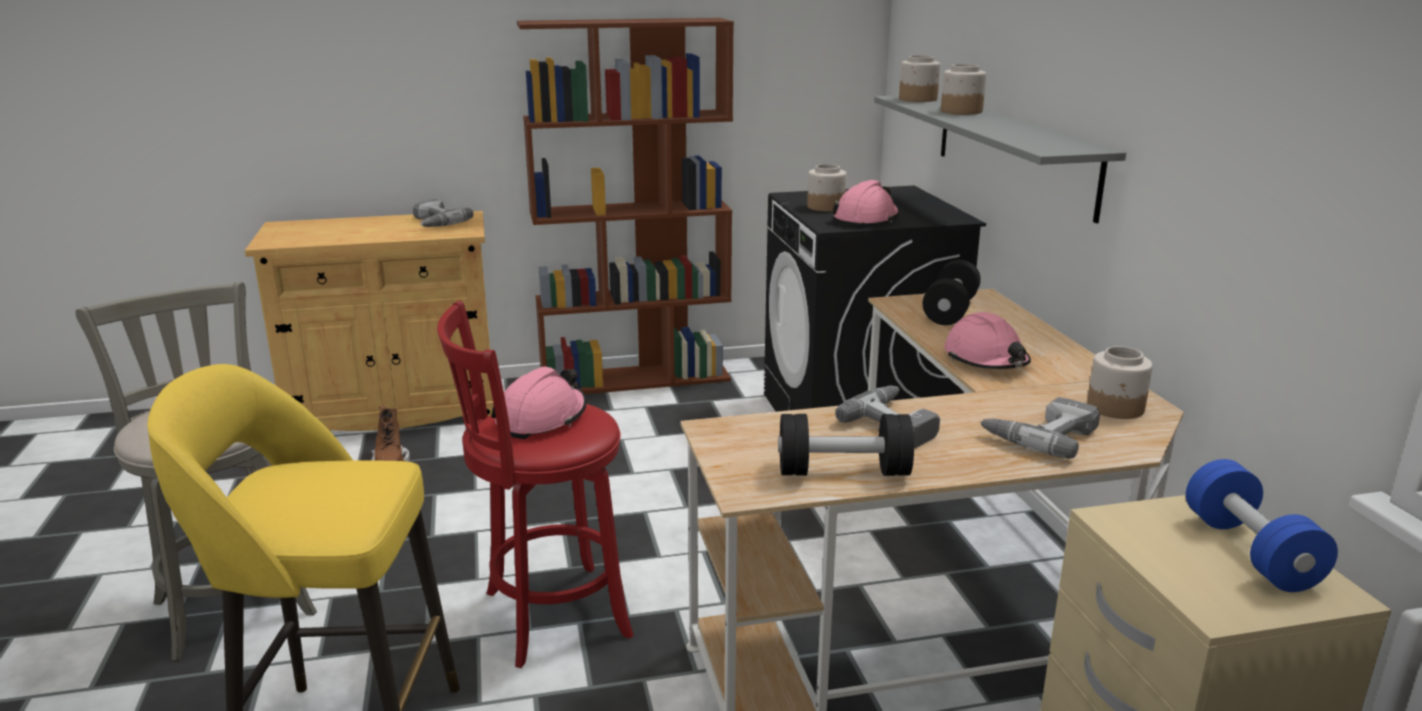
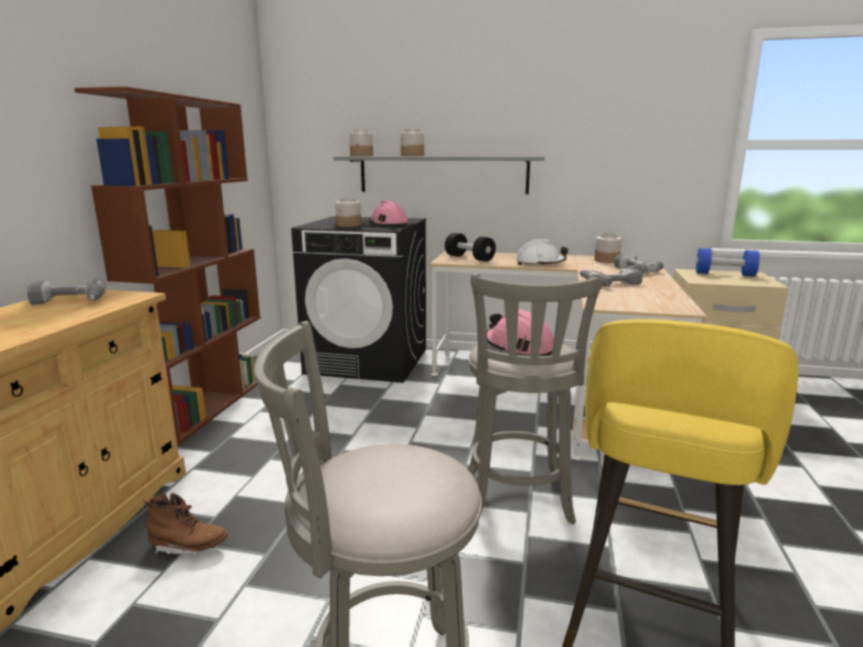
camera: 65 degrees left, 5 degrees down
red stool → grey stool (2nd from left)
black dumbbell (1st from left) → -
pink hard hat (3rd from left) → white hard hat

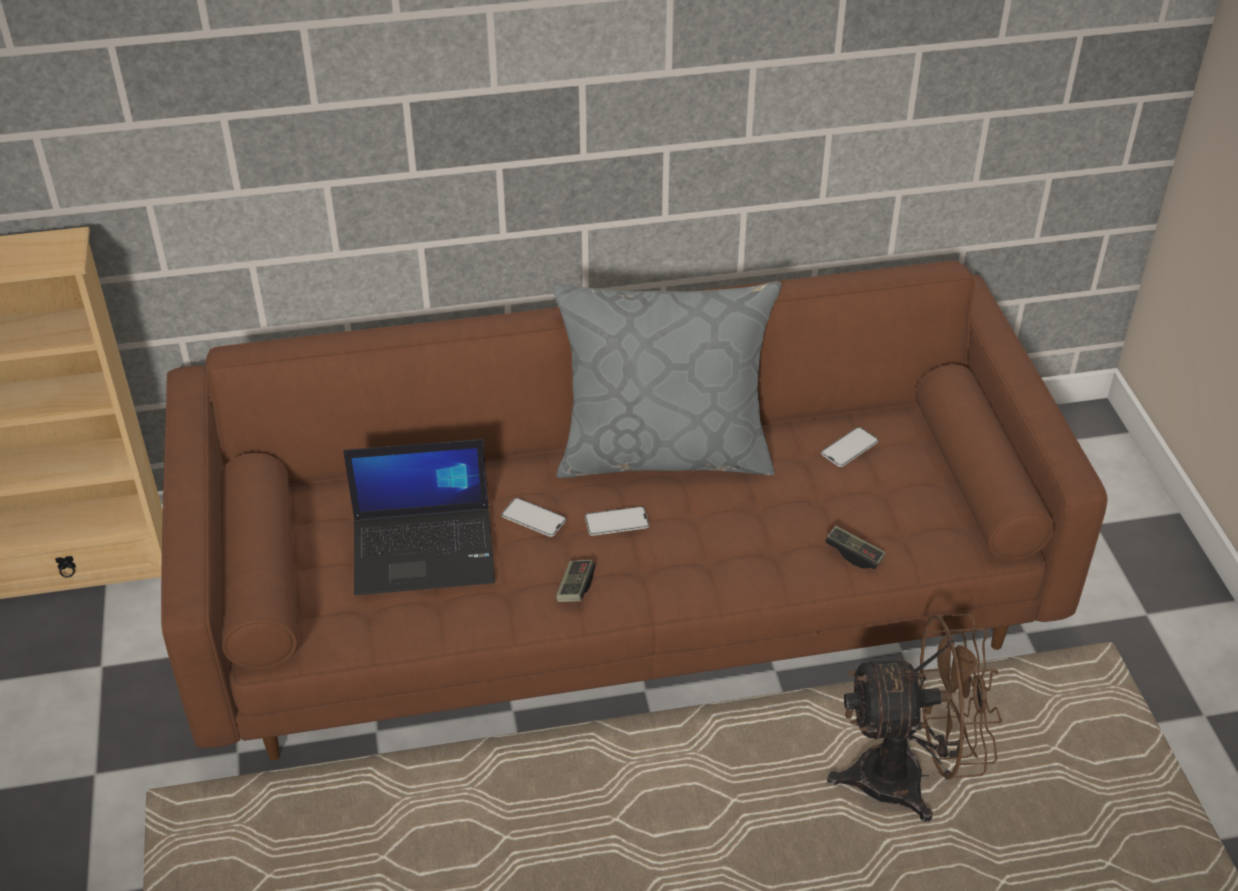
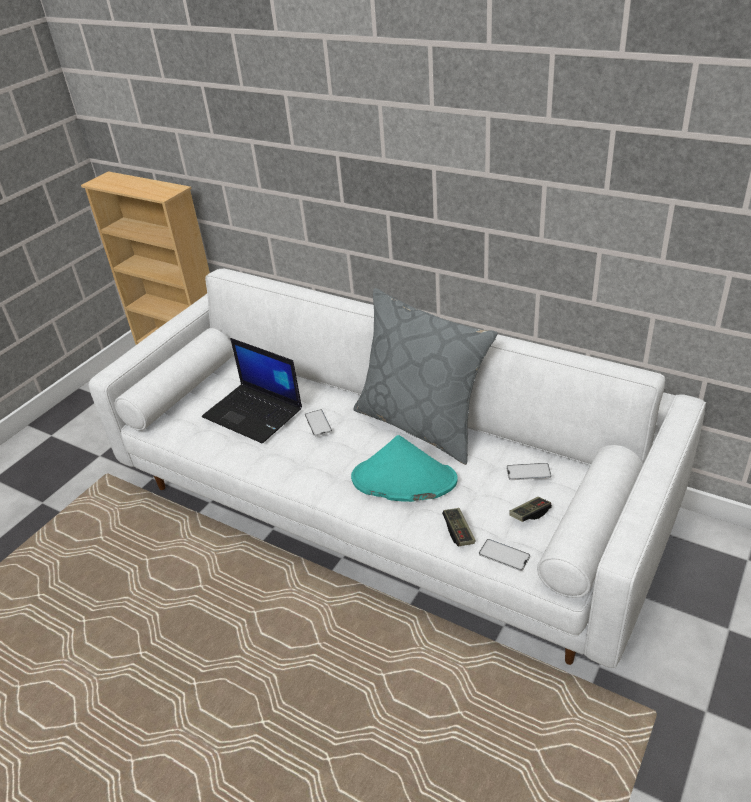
camera: 45 degrees right, 5 degrees down
brown sofa → white sofa
game controller (1st from left in the first image) → game controller (2nd from left), move
phone (2nd from left), move
brown fan → -
- → turquoise hat

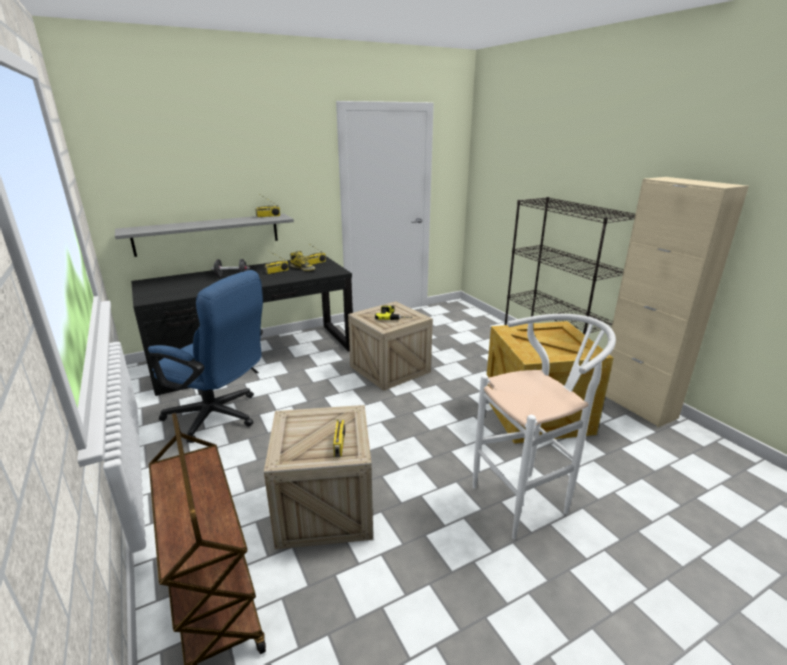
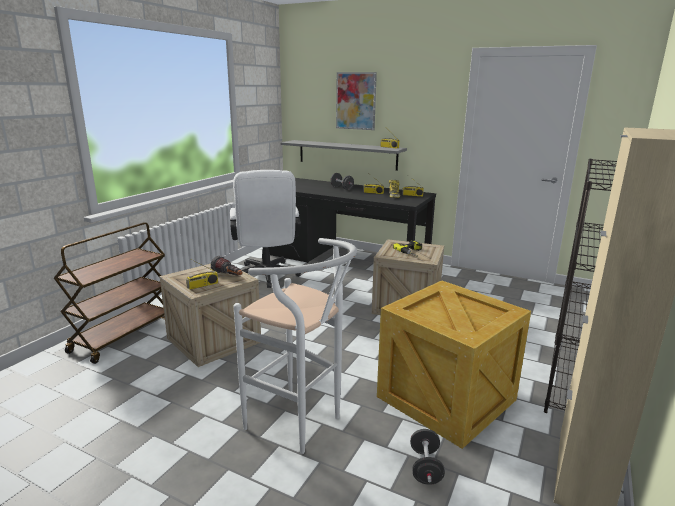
camera: 55 degrees right, 5 degrees down
blue office chair → white office chair
- → flashlight
- → picture
- → black dumbbell (2nd from left)

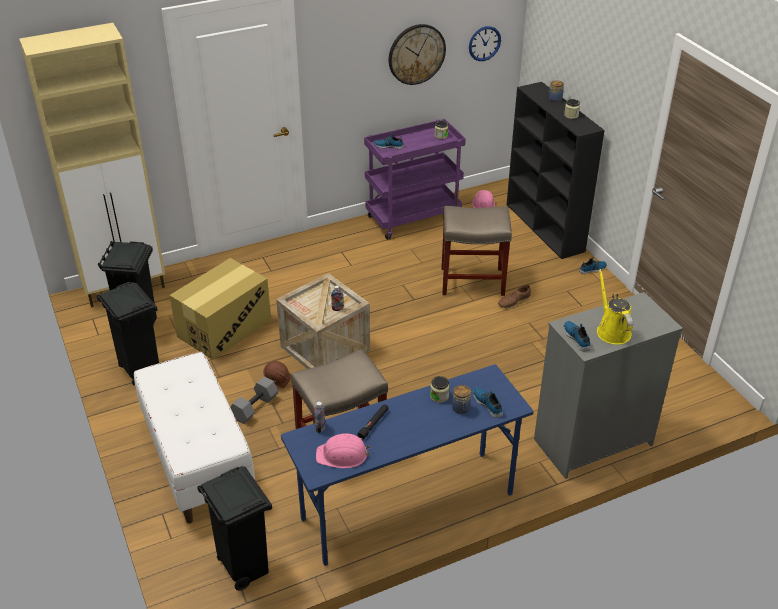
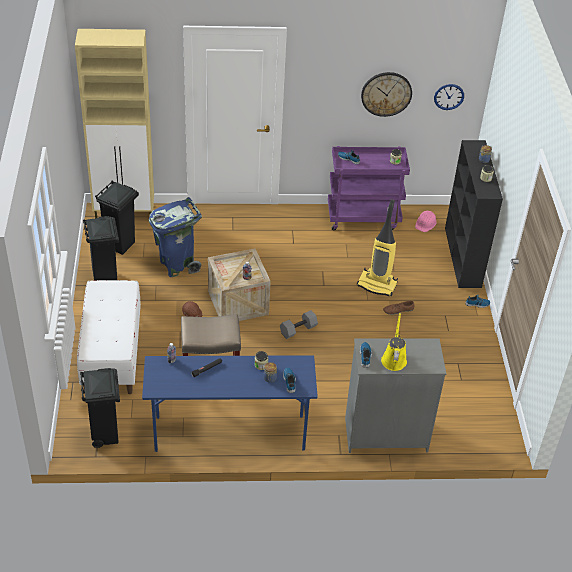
camera: 20 degrees right, 5 degrees up
cardboard box → blue trash can
grey dumbbell, move
pink hard hat (1st from left) → -
beige stool (2nd from left) → vacuum cleaner

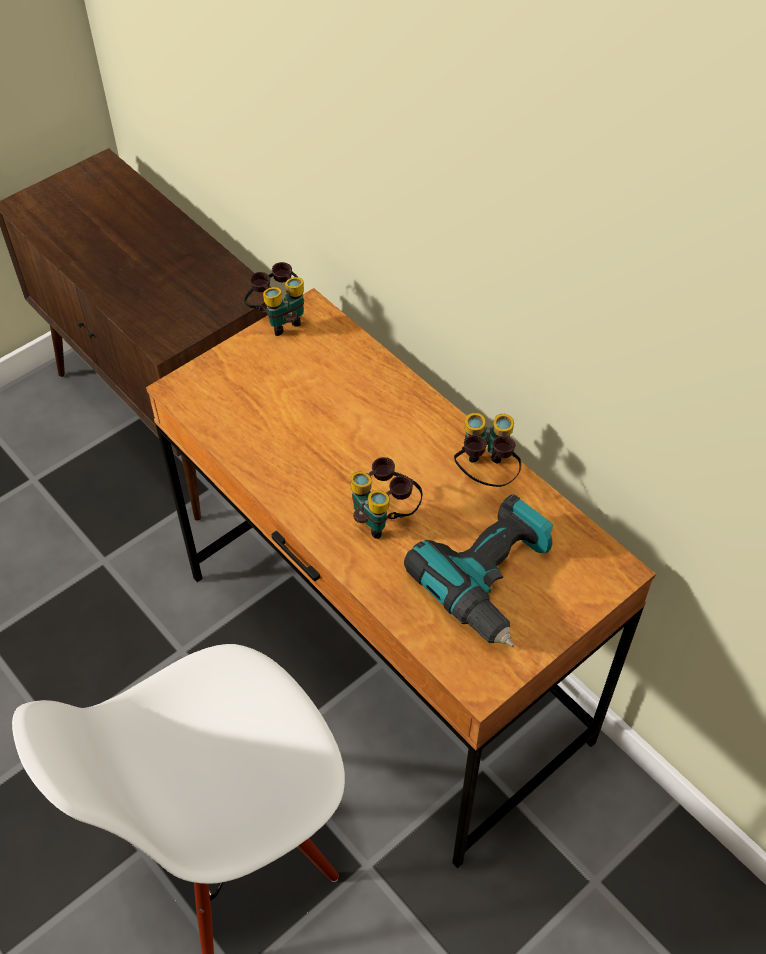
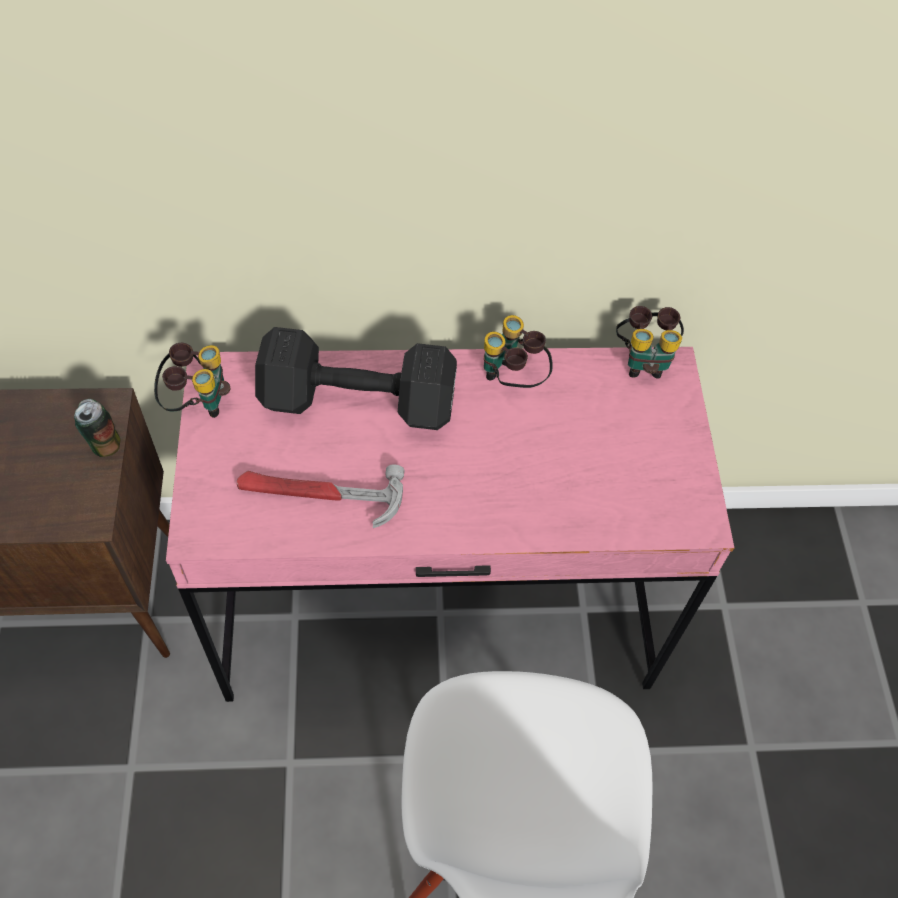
camera: 55 degrees left, 5 degrees up
brown desk → pink desk
binoculars (2nd from left in the first image) → binoculars (3rd from left), move
power drill → -
- → can
- → hammer
- → black dumbbell

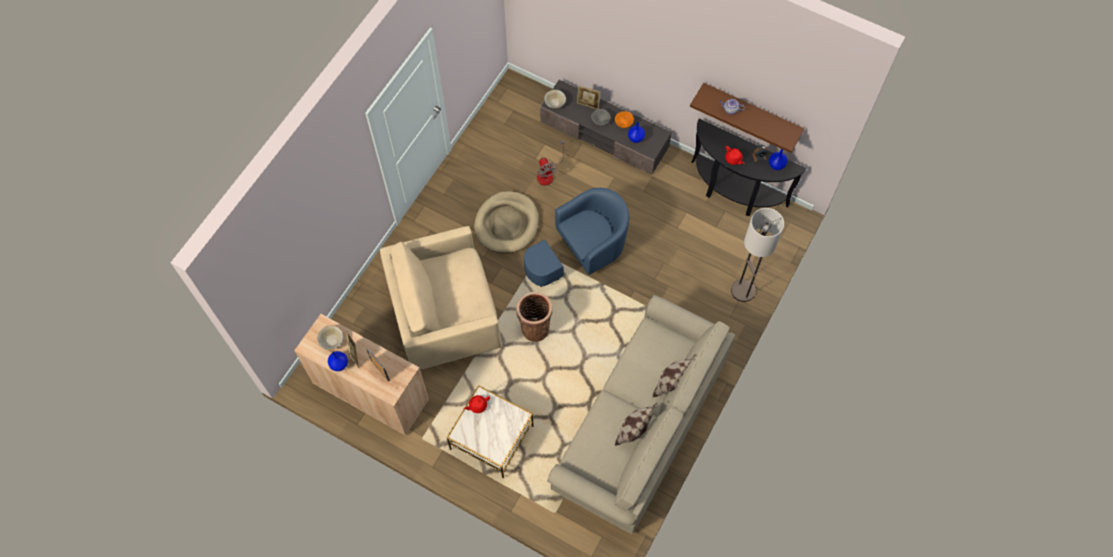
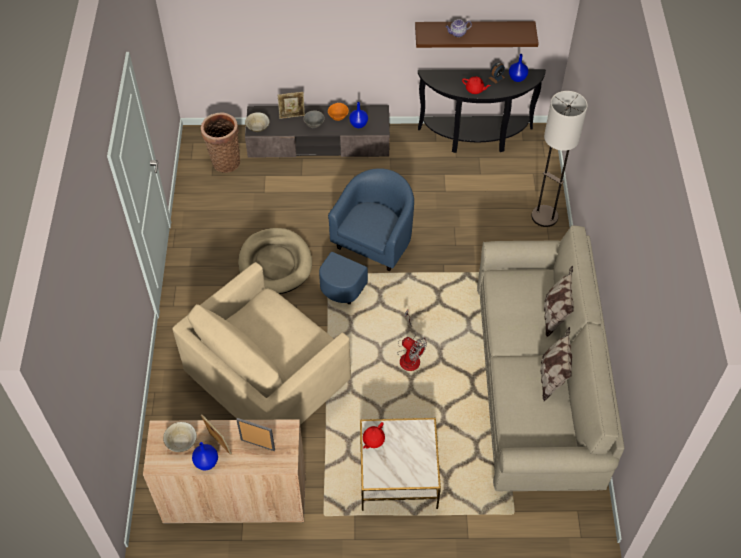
camera: 30 degrees left, 10 degrees down
basket, move
fan, move

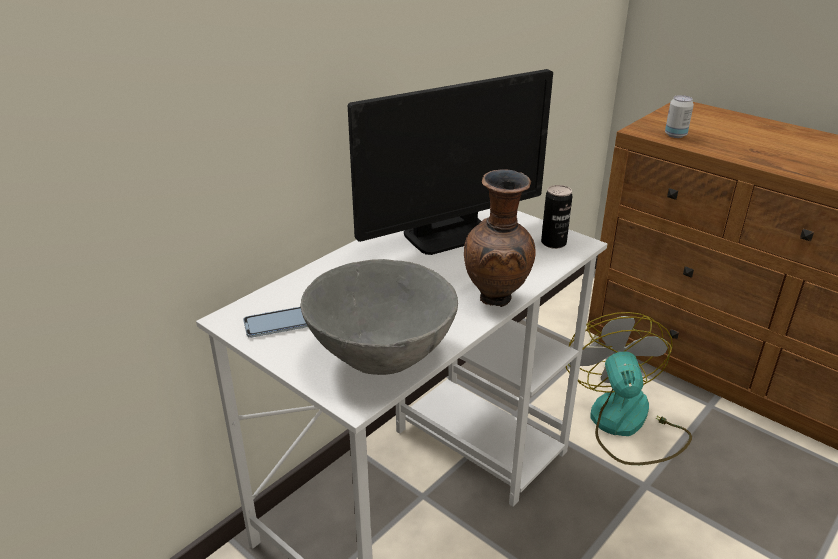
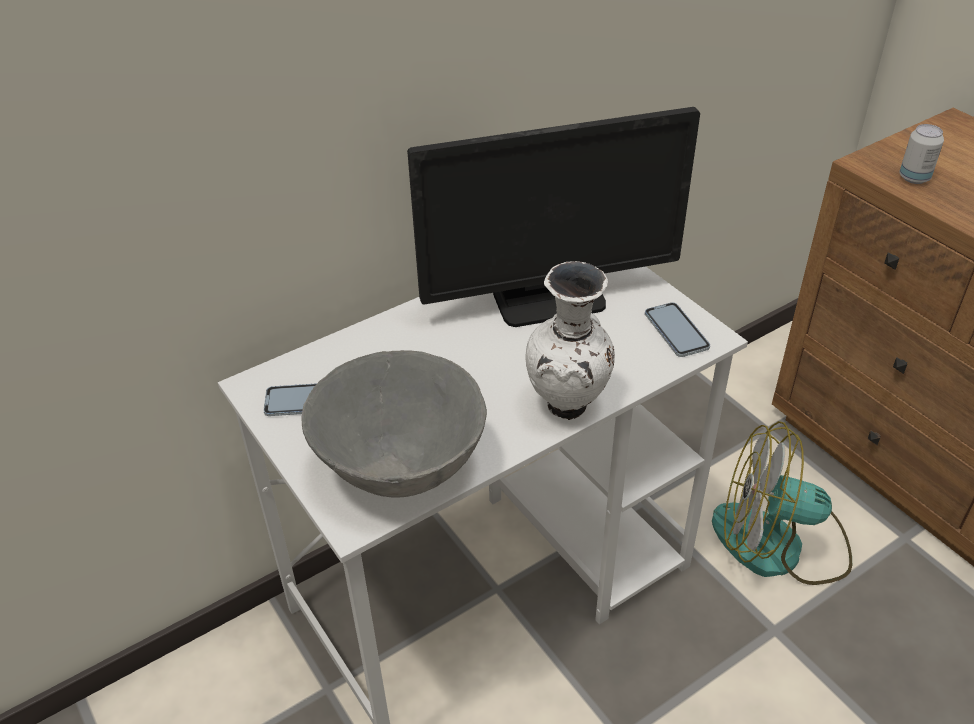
camera: 15 degrees right, 10 degrees up
brown vase → white vase
can (1st from left) → phone (2nd from left)
fan, 90 degrees counterclockwise

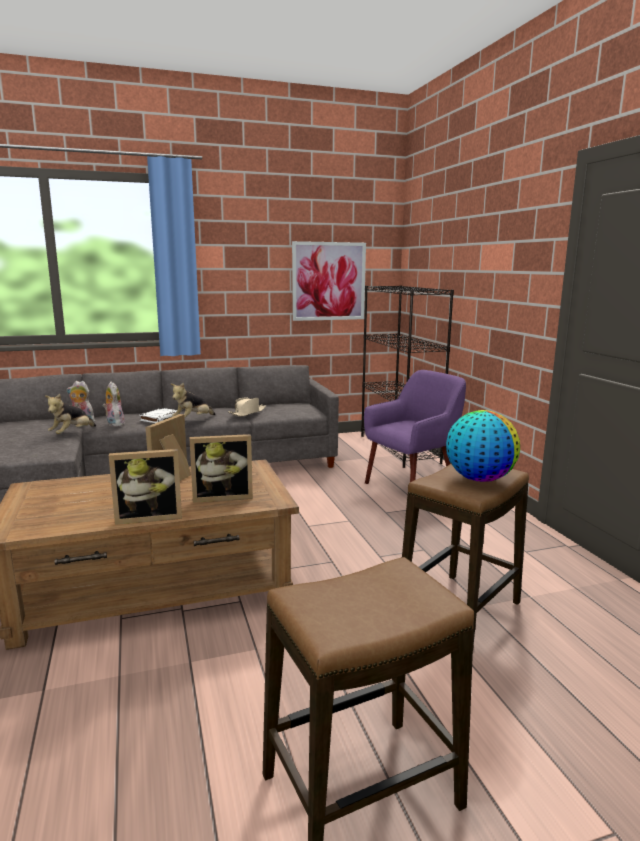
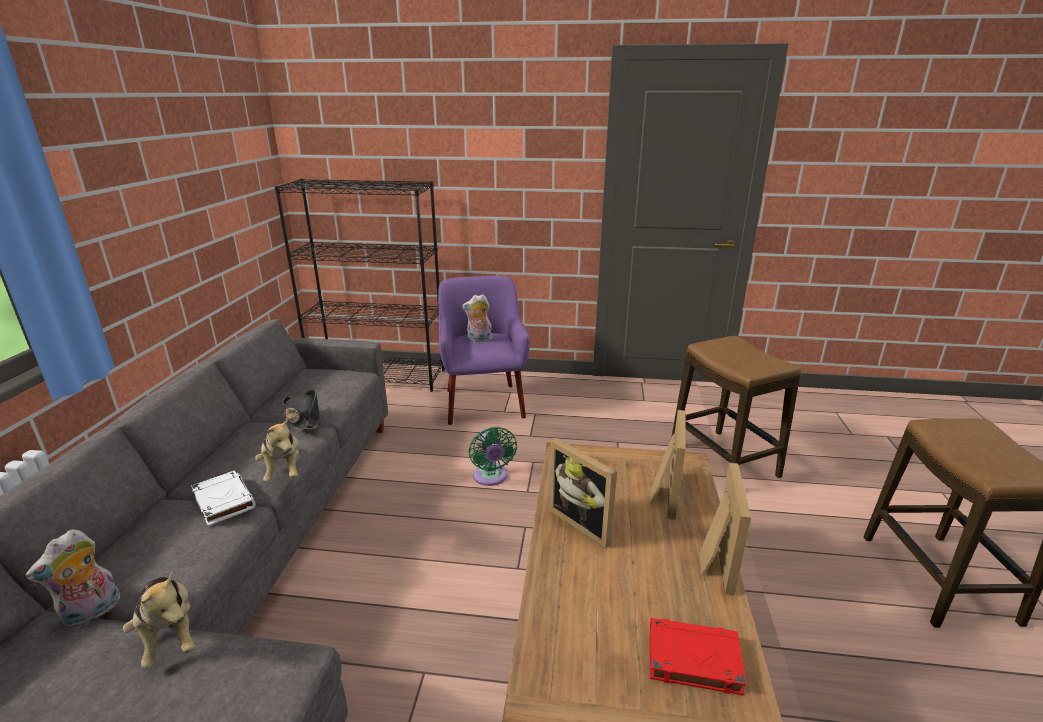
camera: 65 degrees left, 10 degrees up
plush toy (3rd from left in the first image) → plush toy (4th from left), move
beige hat → black hat
picture → -
globe → -
- → green fan
- → red book

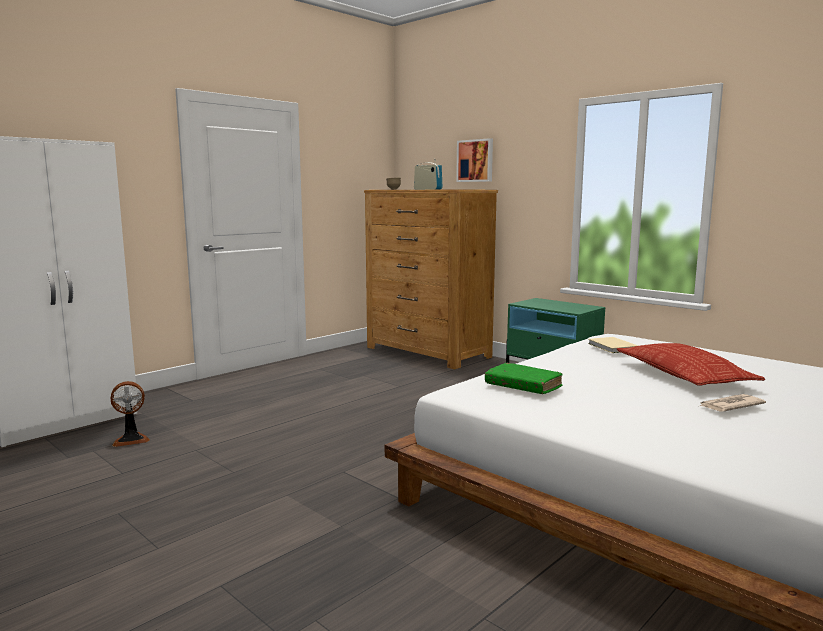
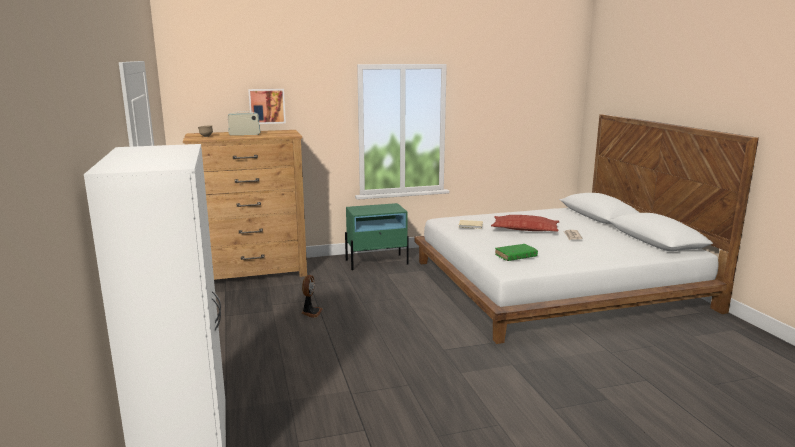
camera: 60 degrees left, 5 degrees up
fan, move

